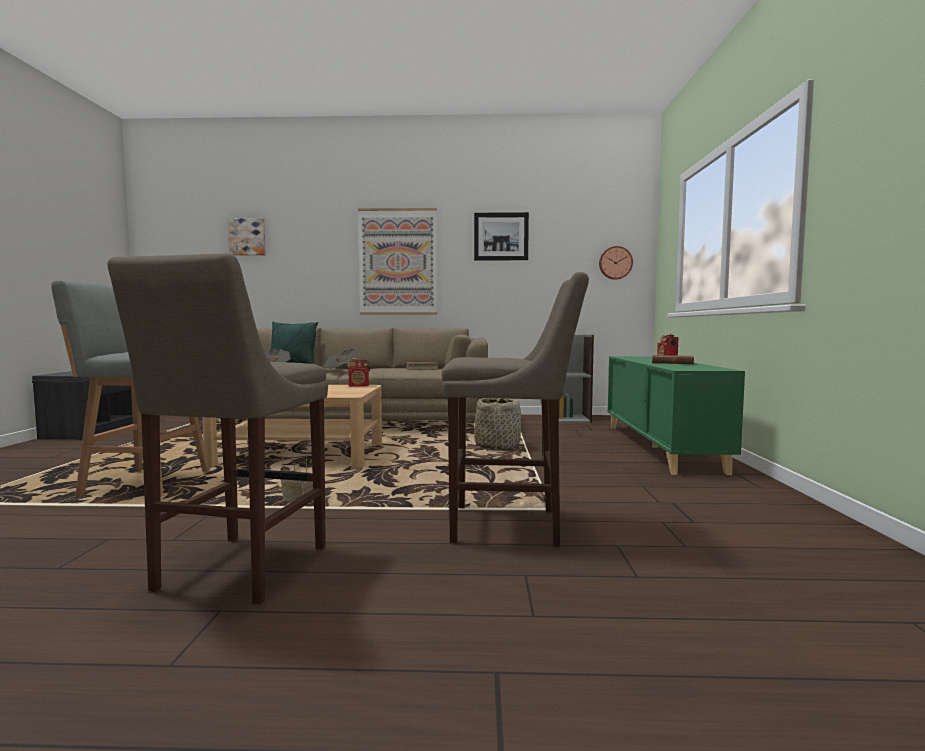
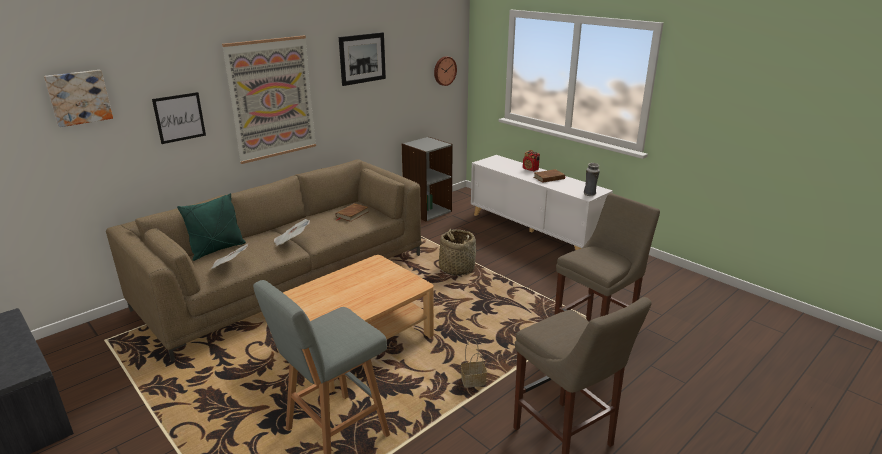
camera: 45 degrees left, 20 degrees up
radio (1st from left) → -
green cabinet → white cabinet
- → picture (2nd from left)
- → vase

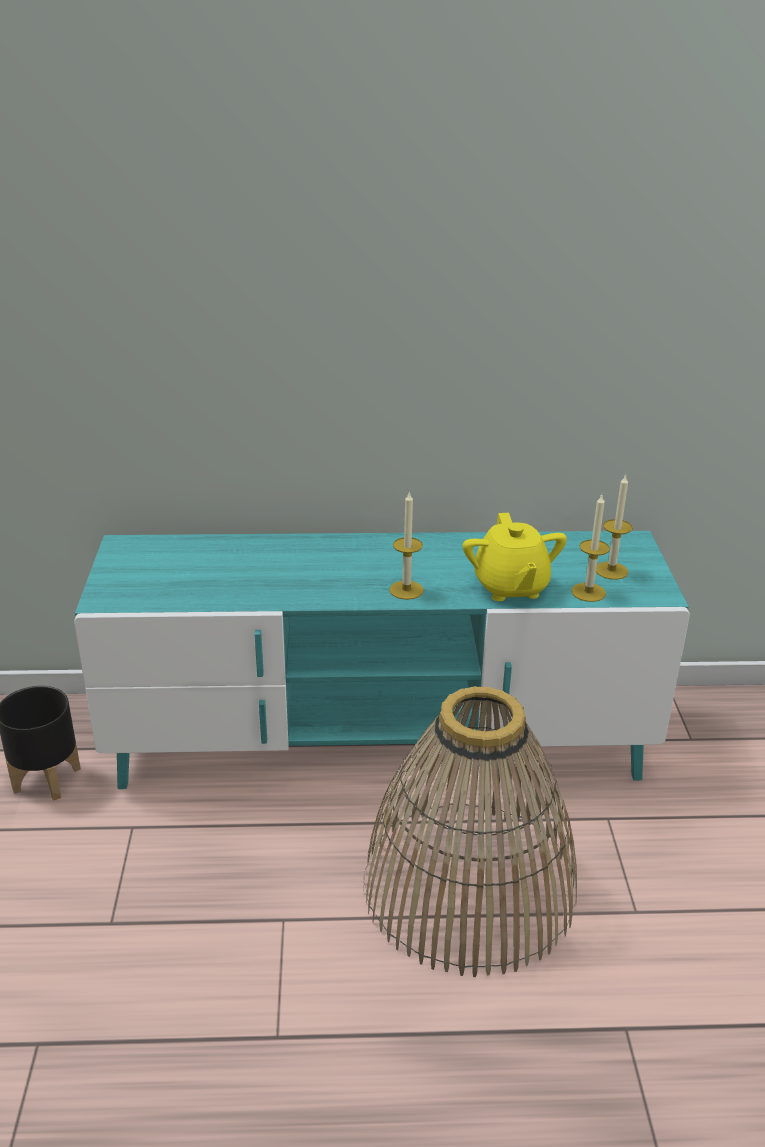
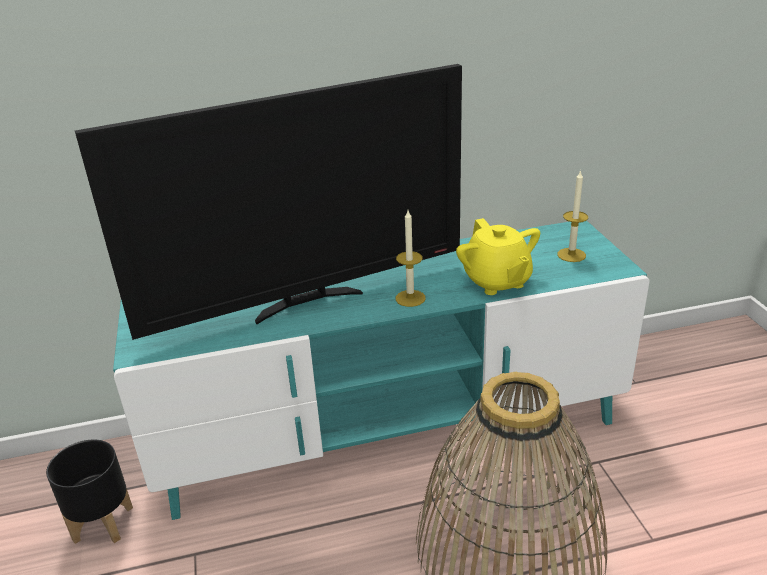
camera: 10 degrees left, 0 degrees up
candle (2nd from left) → -
- → television

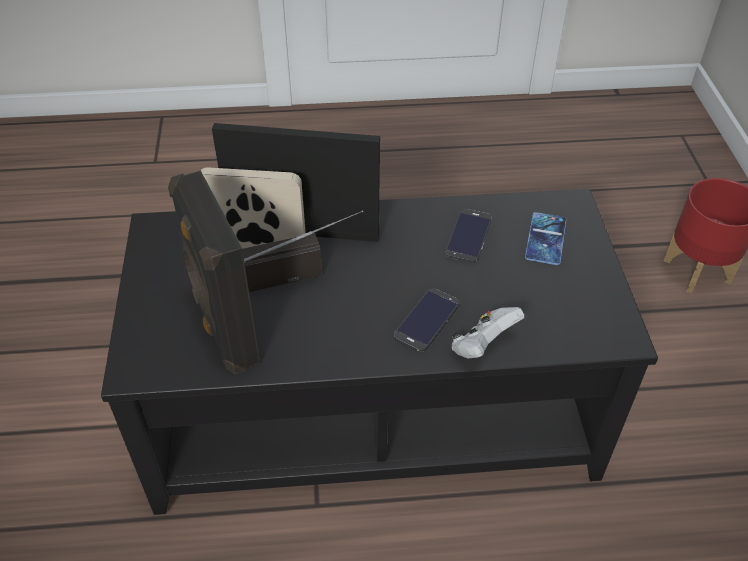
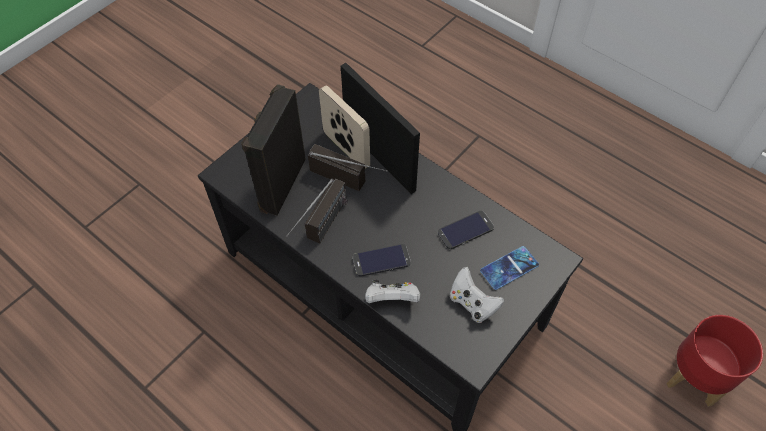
camera: 45 degrees right, 10 degrees up
- → radio (1st from left)
- → white game controller (2nd from left)

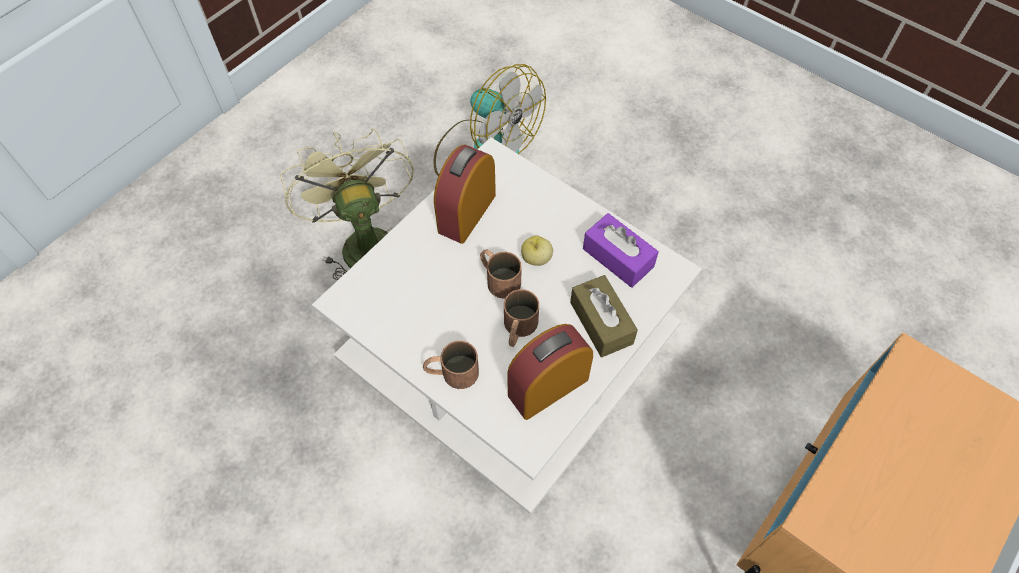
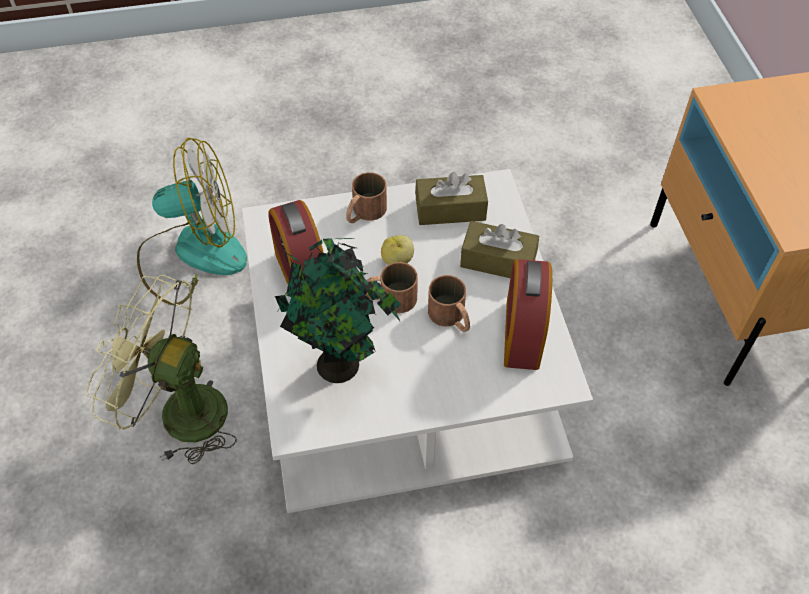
camera: 50 degrees left, 5 degrees down
brown mug (1st from left), move
purple tissue box → brown tissue box (1st from left)
- → potted plant

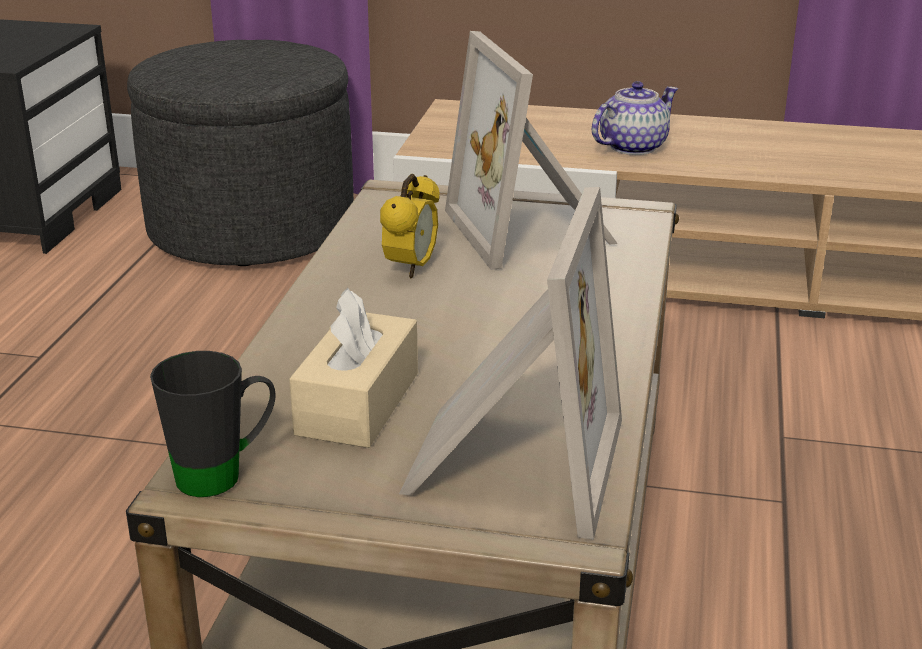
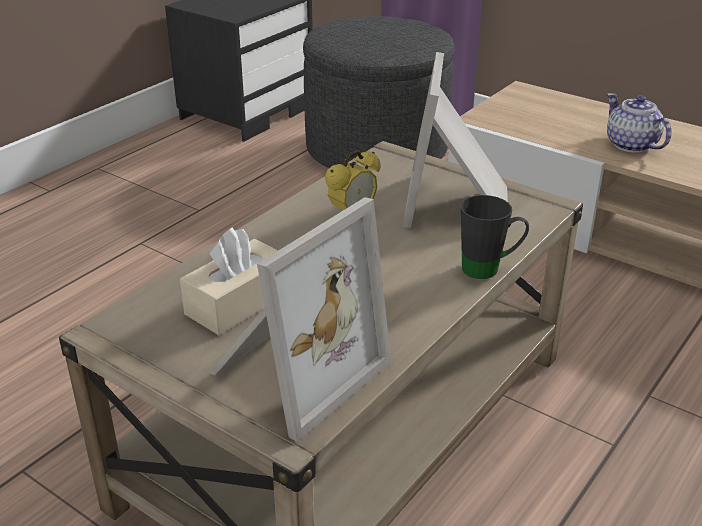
camera: 25 degrees right, 5 degrees up
black mug, move
teapot, 105 degrees counterclockwise

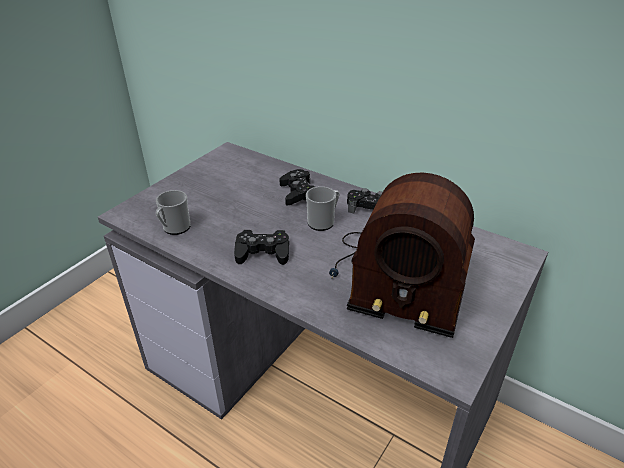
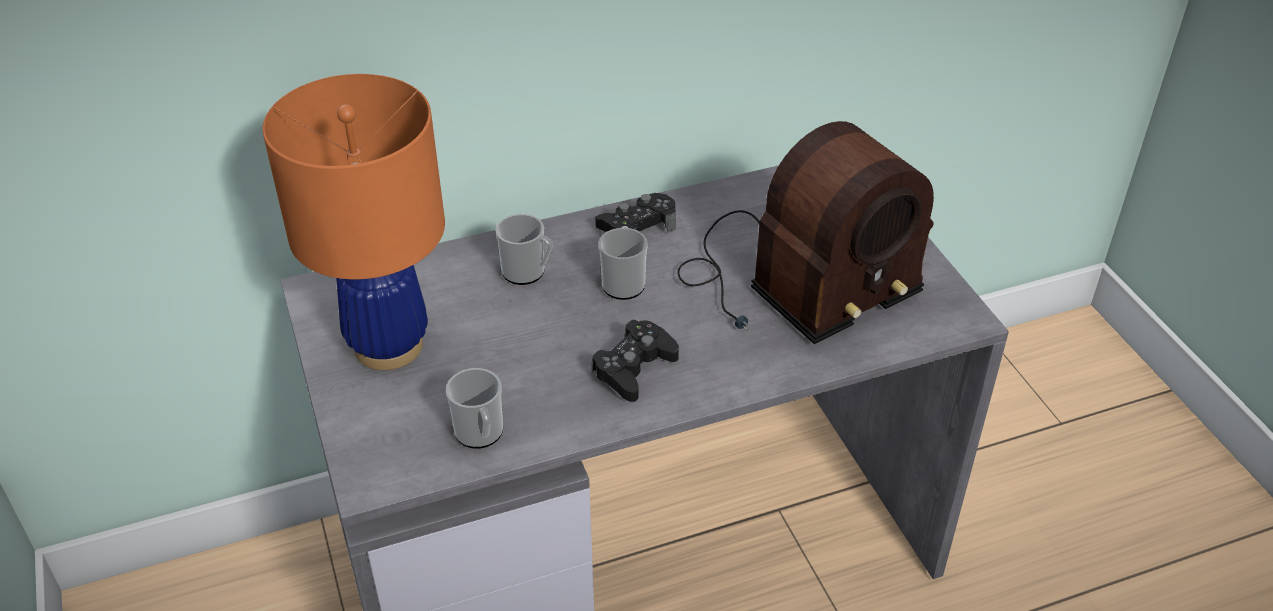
camera: 55 degrees left, 5 degrees up
black game controller (2nd from left) → mug (2nd from left)
- → orange table lamp

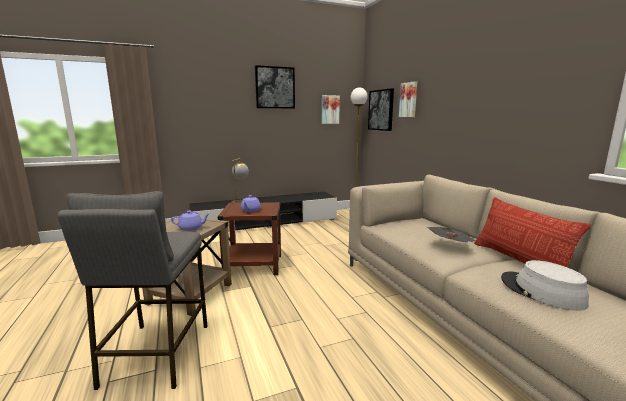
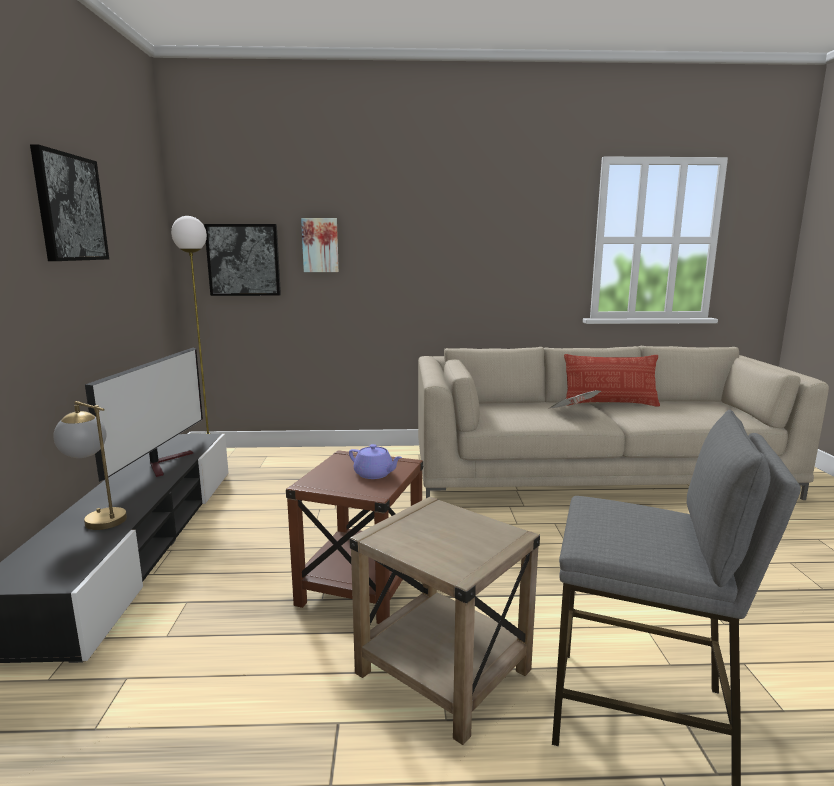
camera: 70 degrees left, 0 degrees up
purple teapot (1st from left) → -
picture (2nd from left) → -
grey hat → -
- → television

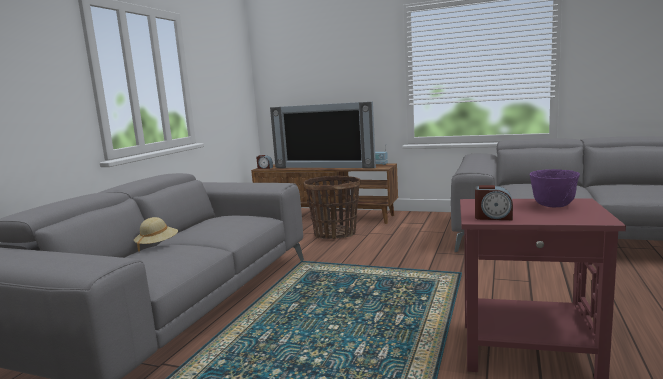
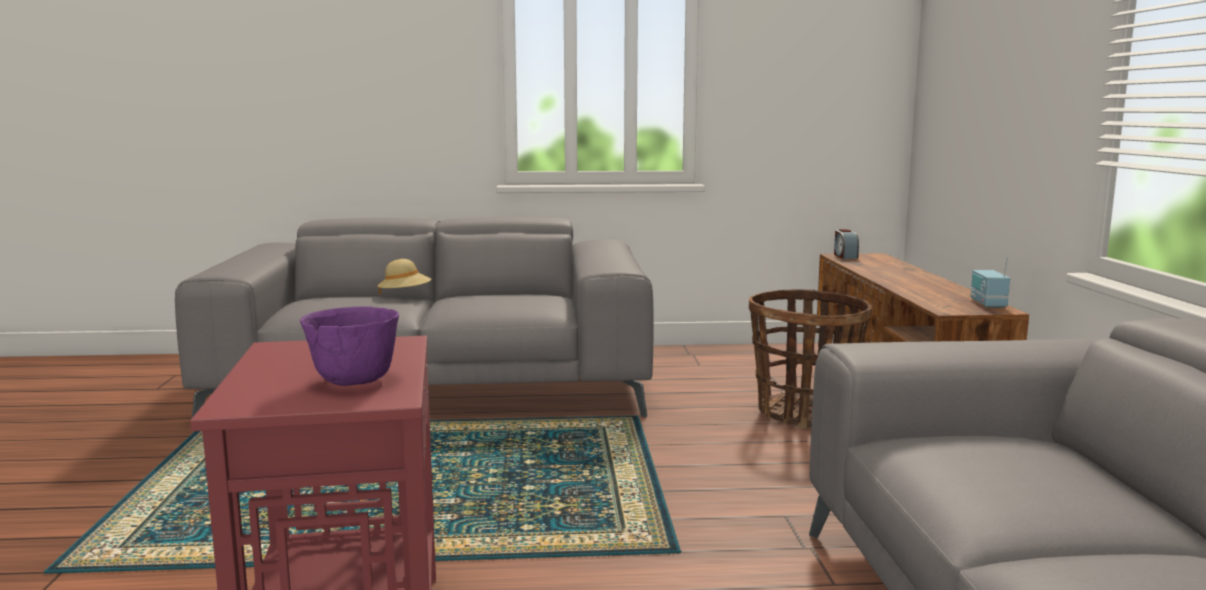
camera: 65 degrees right, 0 degrees up
television → -
alarm clock (2nd from left) → -

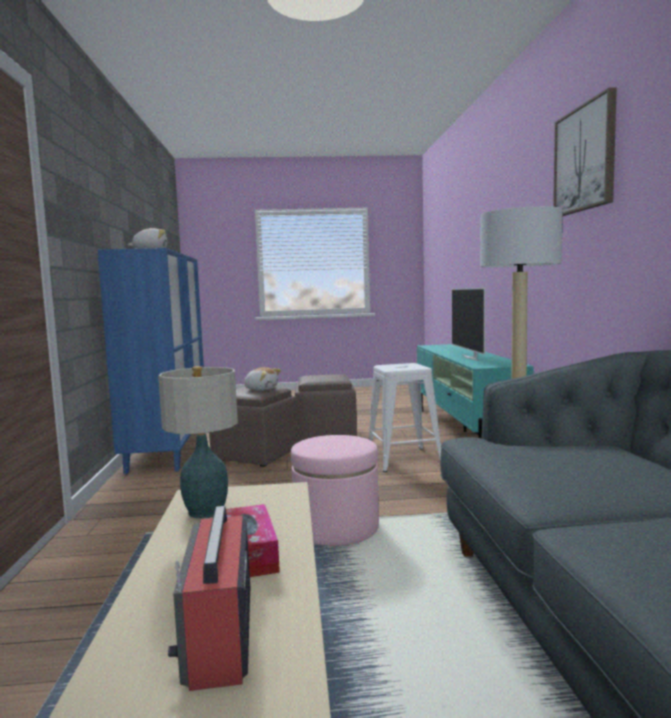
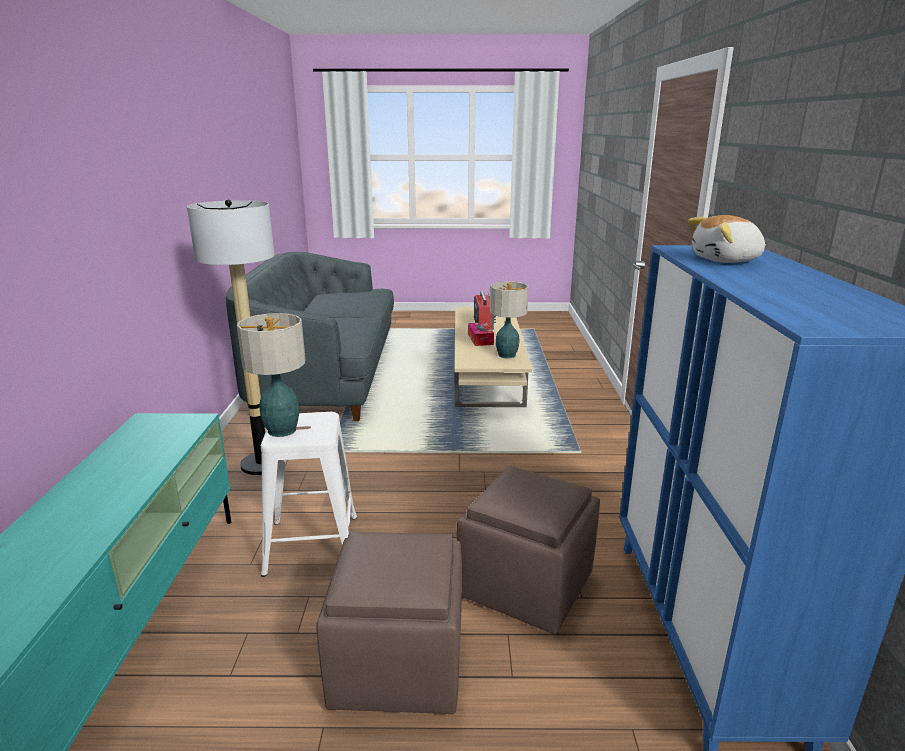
camera: 175 degrees left, 15 degrees up
plush toy (2nd from left) → -
pink ottoman → -
television → -
picture → -
- → table lamp (1st from left)

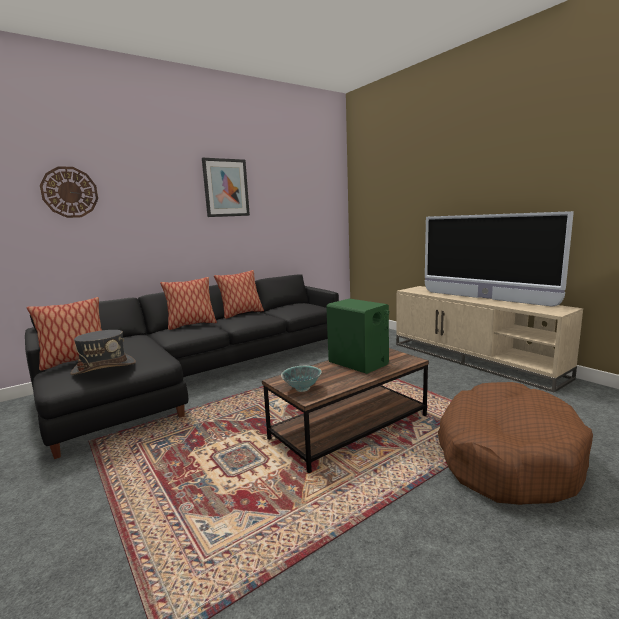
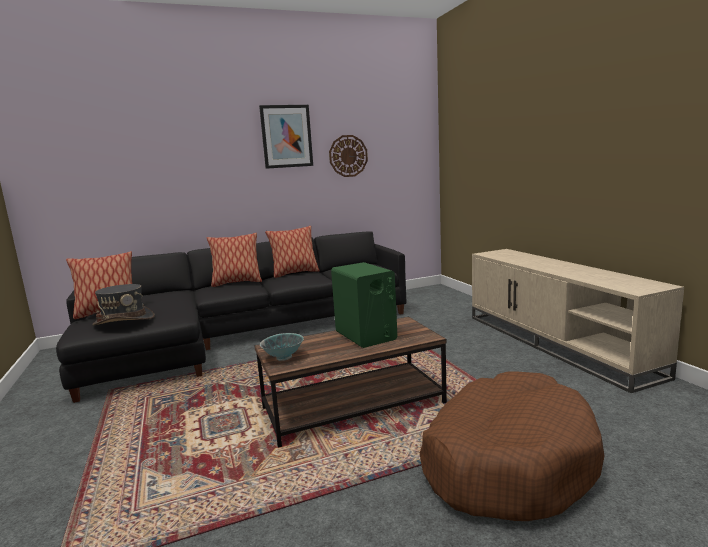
camera: 15 degrees right, 0 degrees up
wall clock, move
television → -

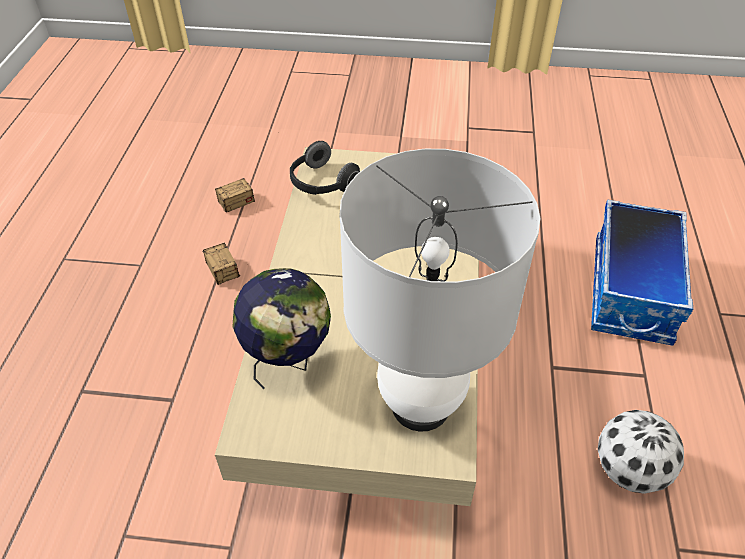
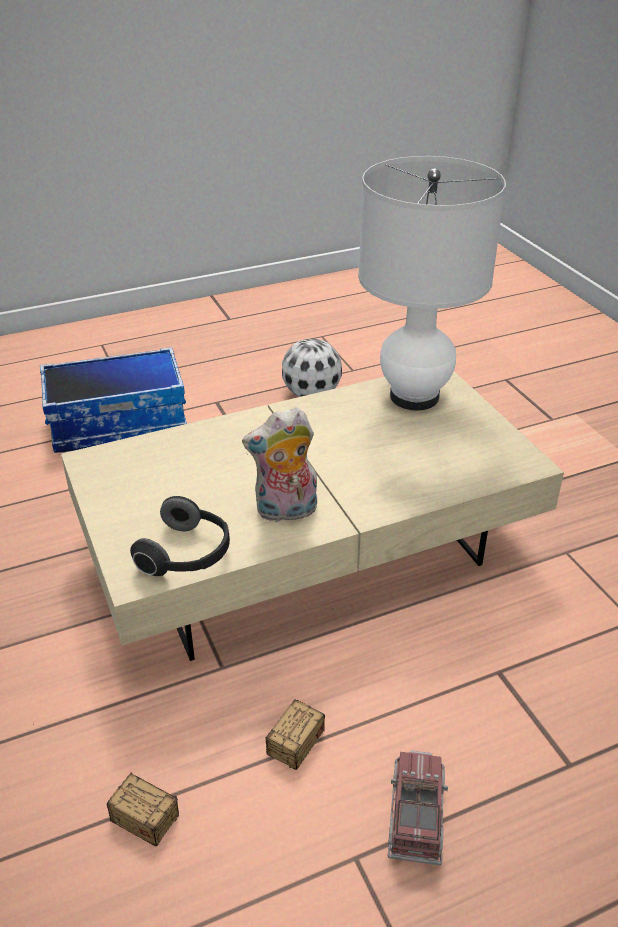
camera: 120 degrees left, 10 degrees down
globe → -
- → plush toy
- → toy truck

